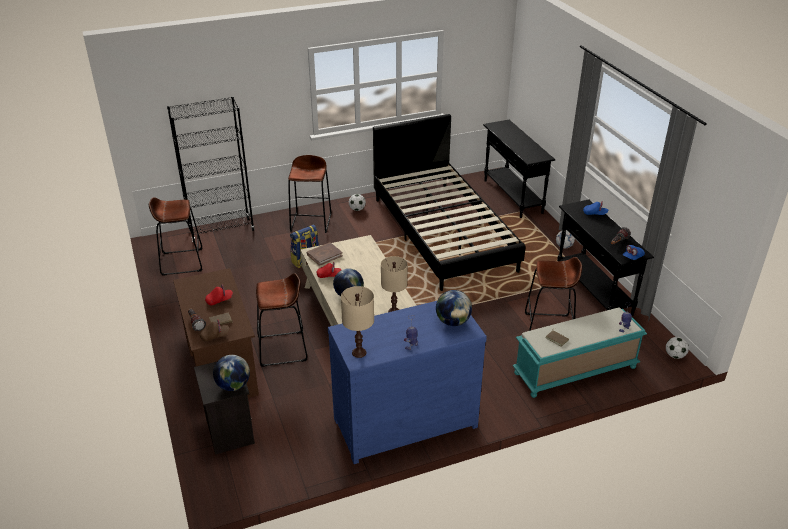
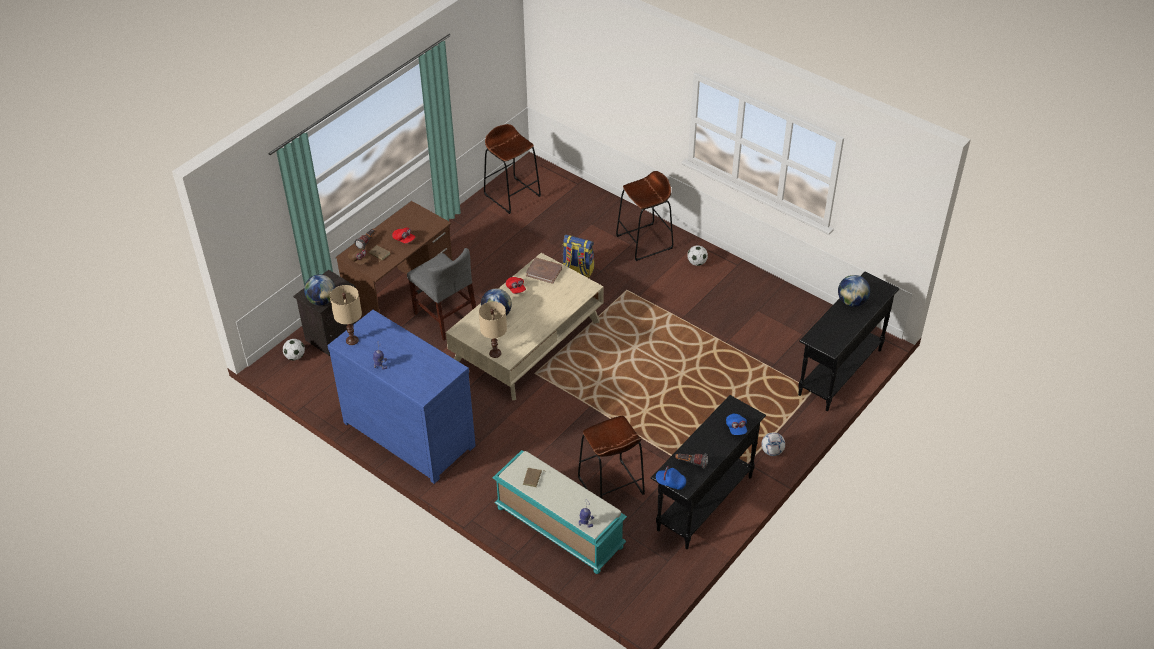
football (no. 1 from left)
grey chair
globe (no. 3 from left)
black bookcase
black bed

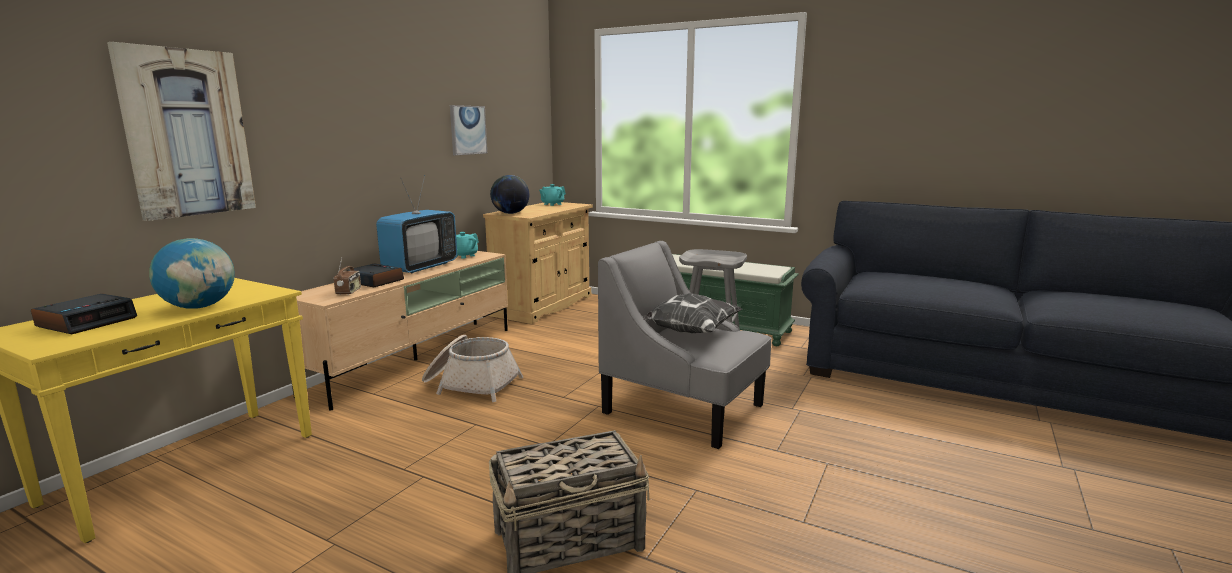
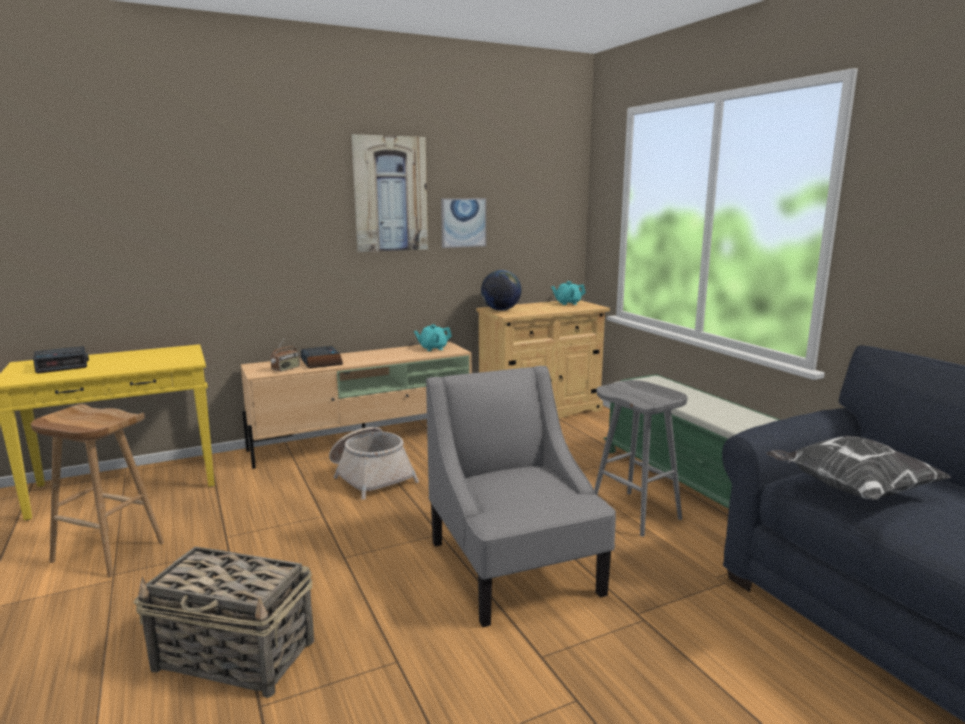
brown stool
picture (no. 1 from left)
pillow
globe (no. 1 from left in the first image)
television

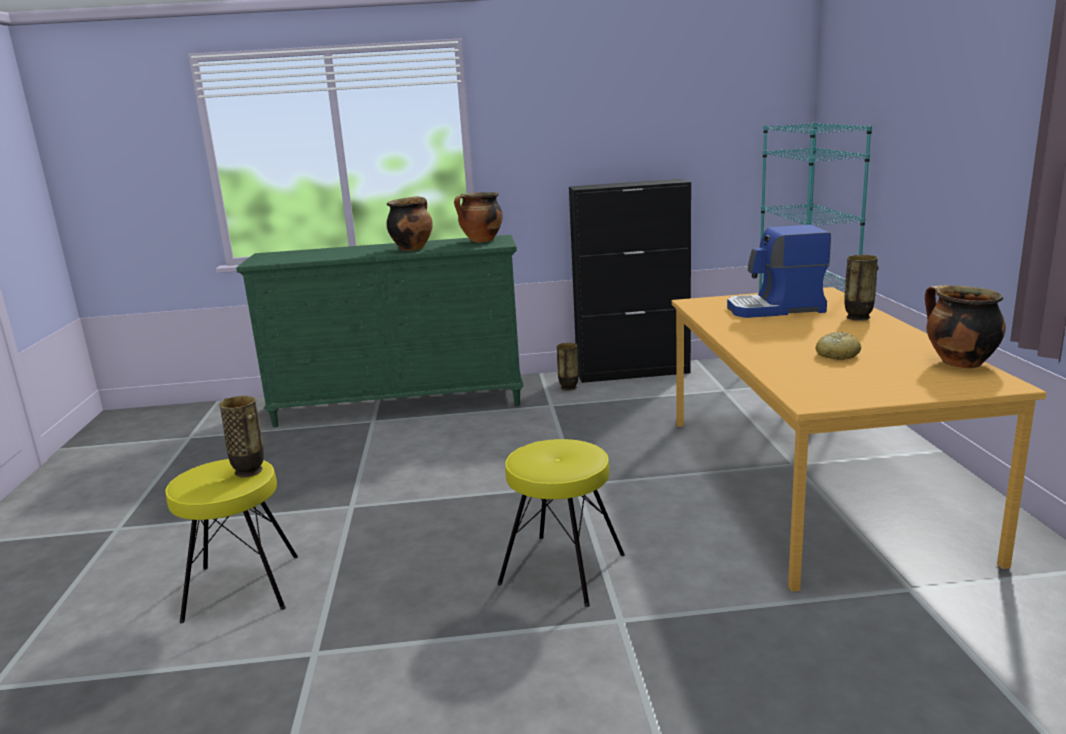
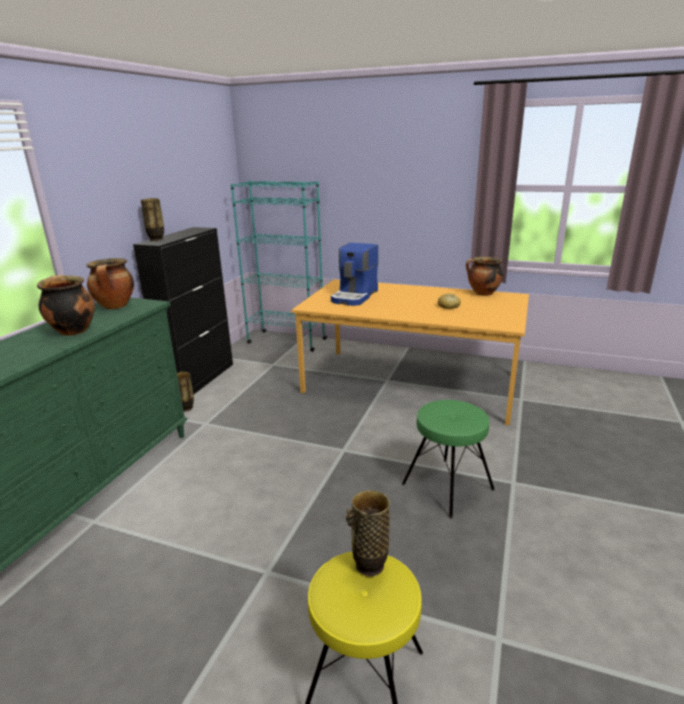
vase (no. 1 from left)
green stool

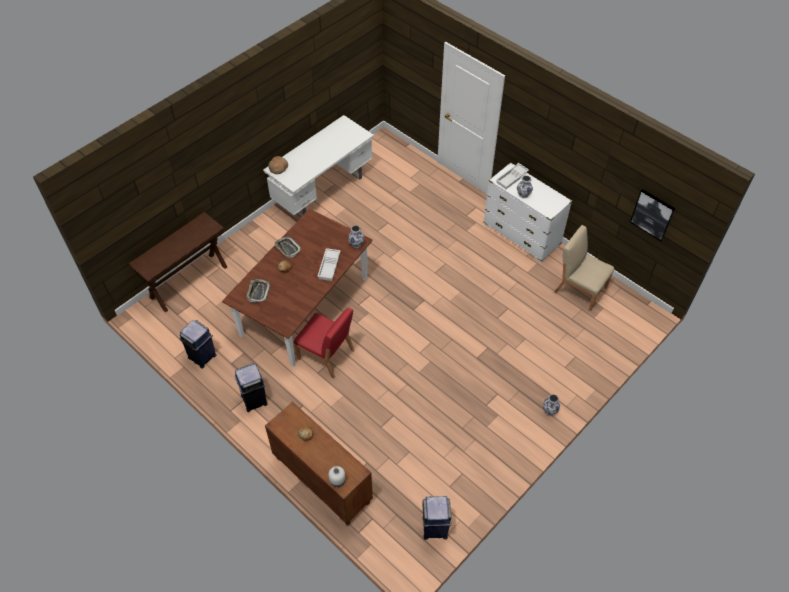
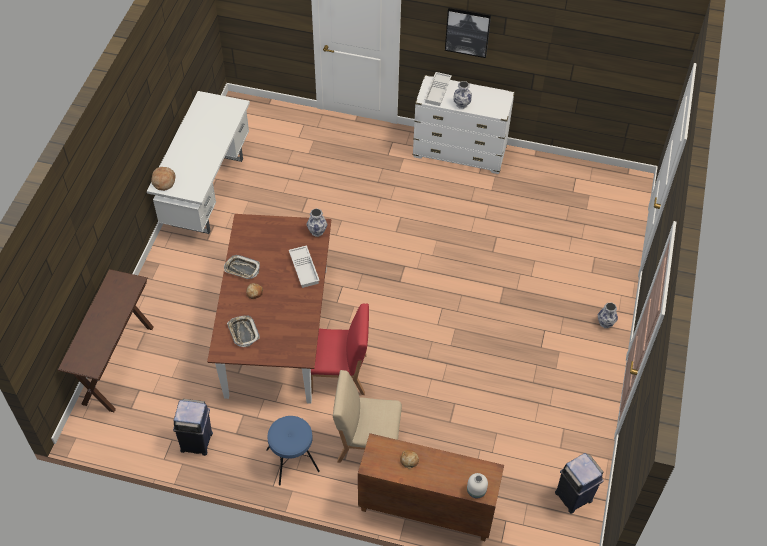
blue stool
beige chair
picture

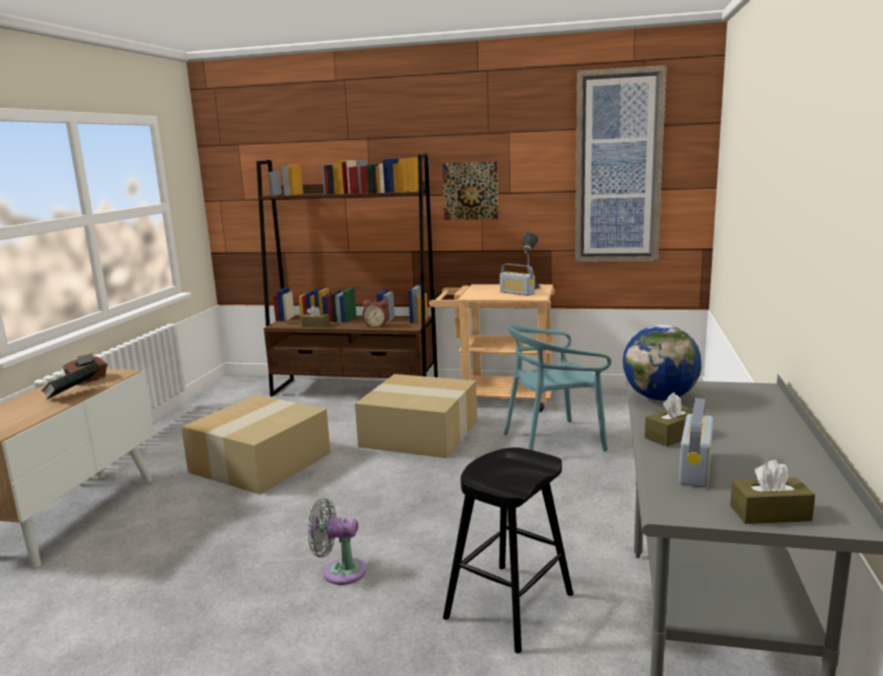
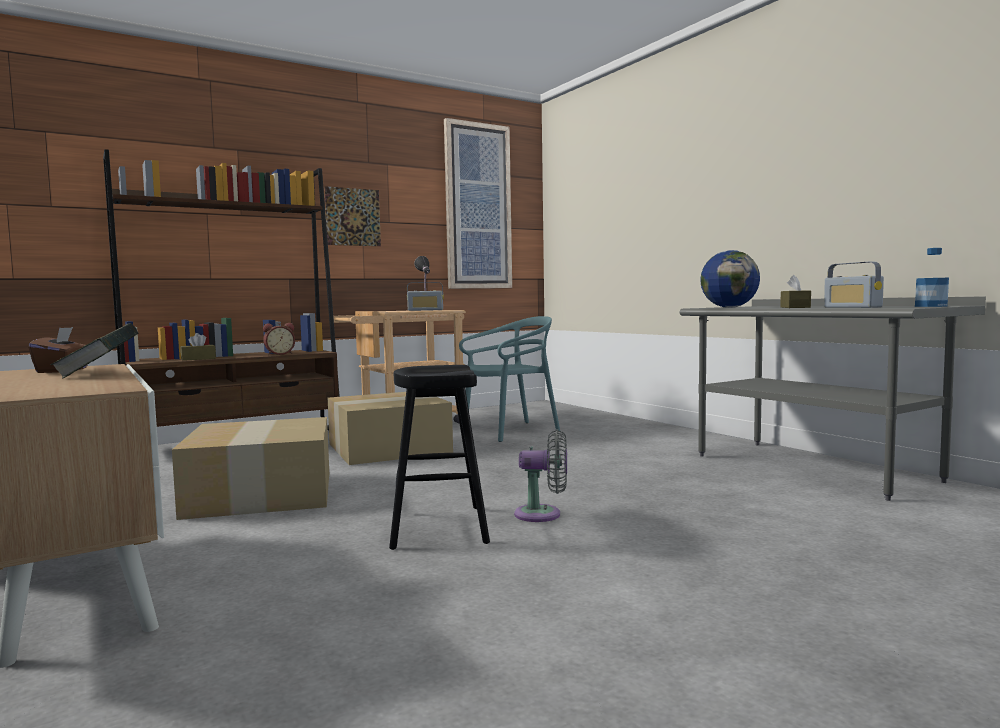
black stool
turquoise chair
grey fan
bottle

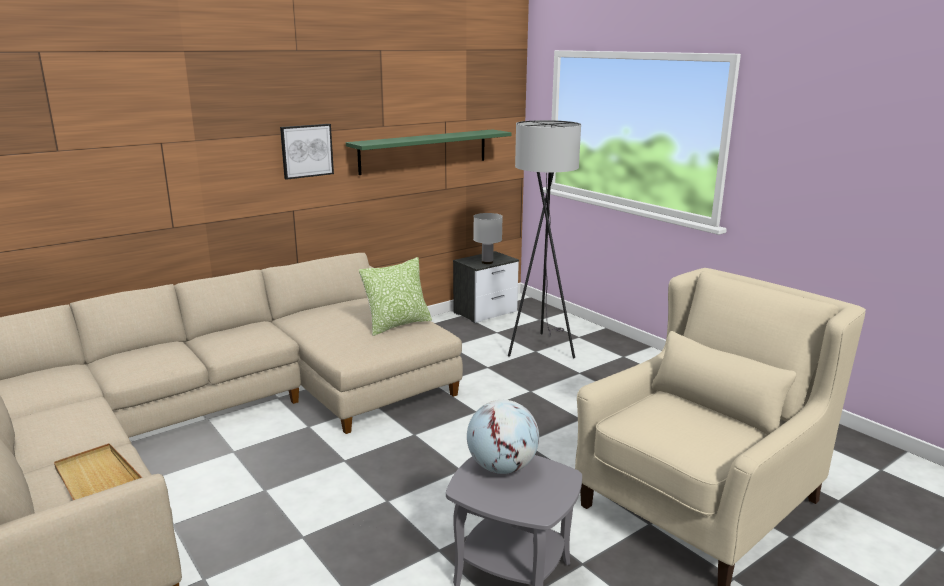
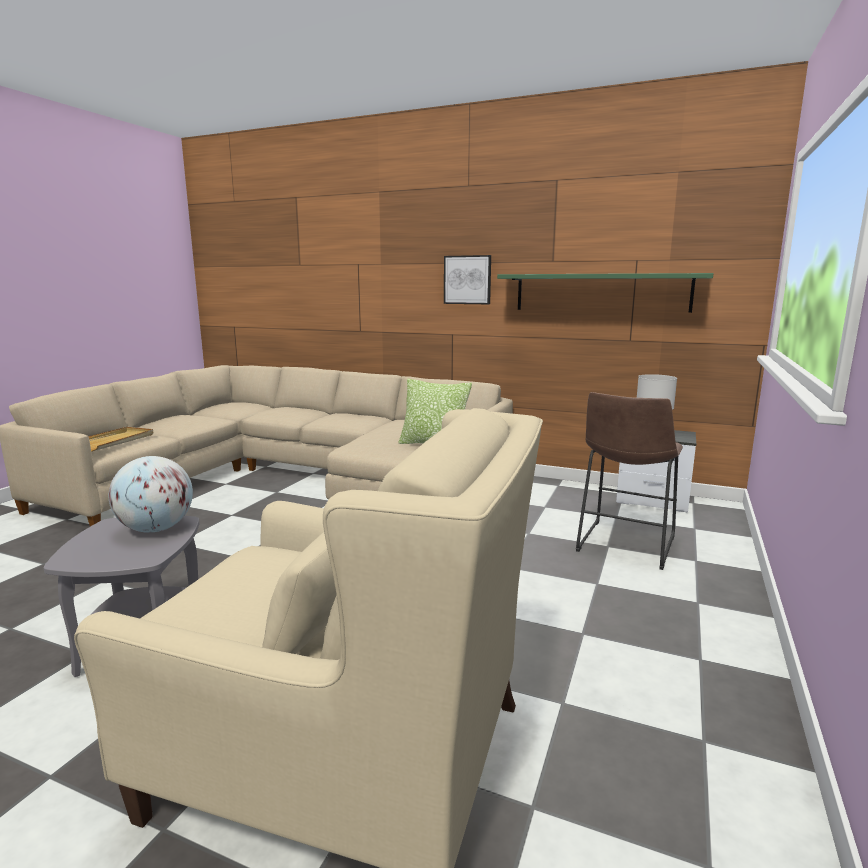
brown stool

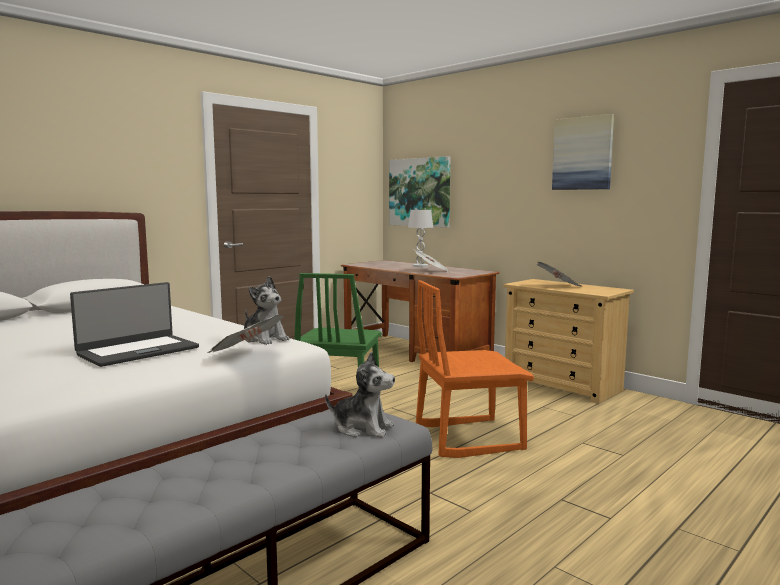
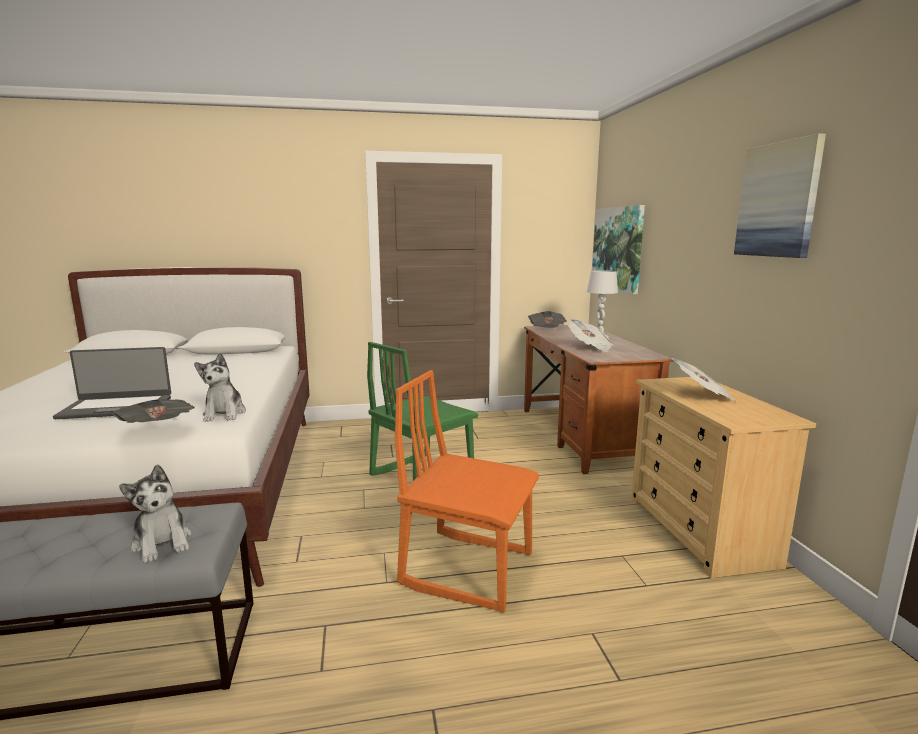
newspaper (no. 2 from left)

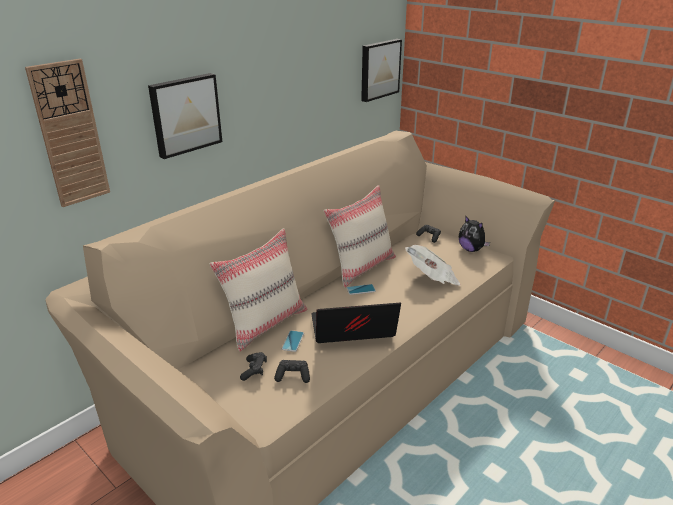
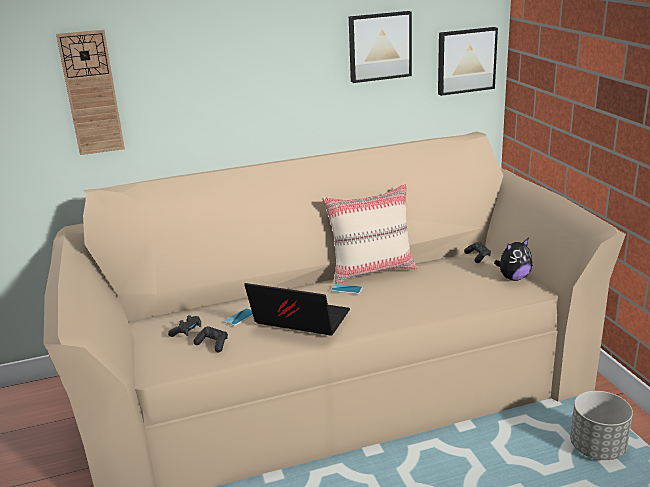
picture (no. 1 from left)
plush toy
grey planter
beige pillow (no. 1 from left in the first image)
newspaper

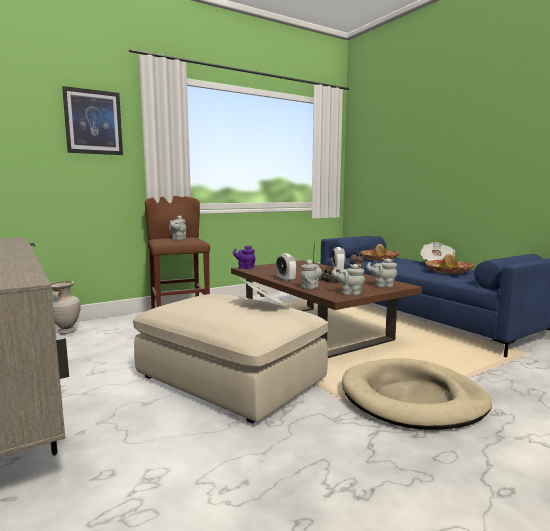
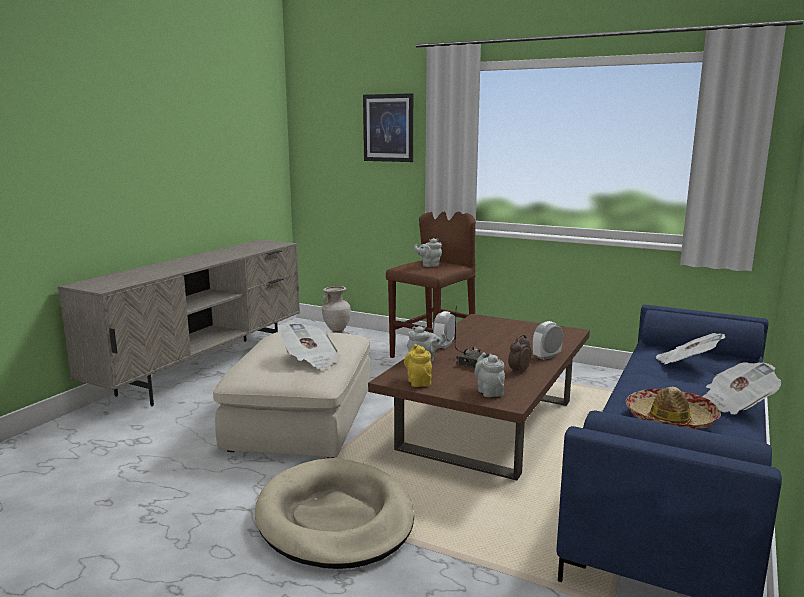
yellow teapot
newspaper (no. 2 from left)
purple teapot

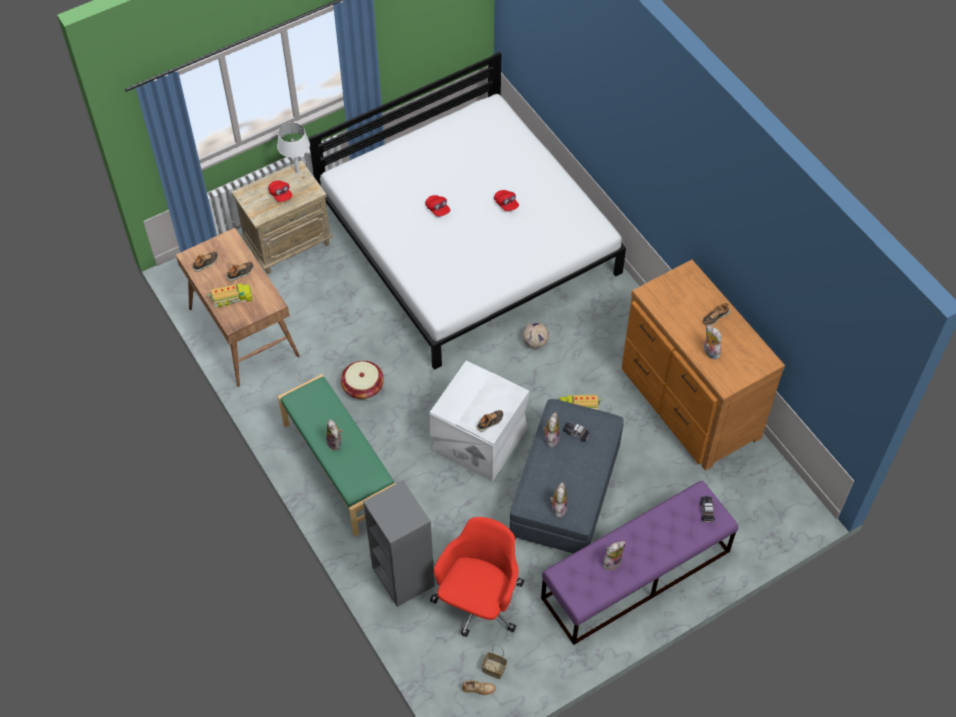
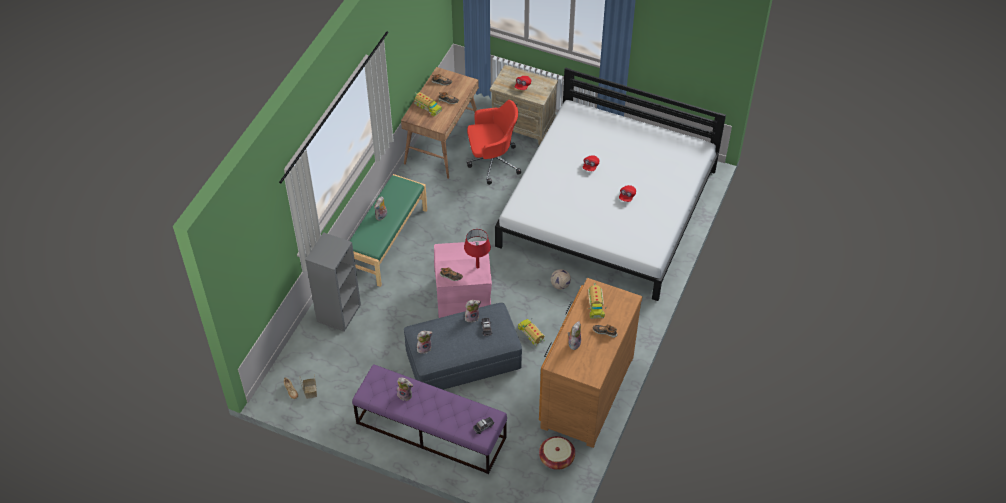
pink storage box
red table lamp
red office chair
basket (no. 2 from left)
toy truck (no. 3 from left)
white table lamp

